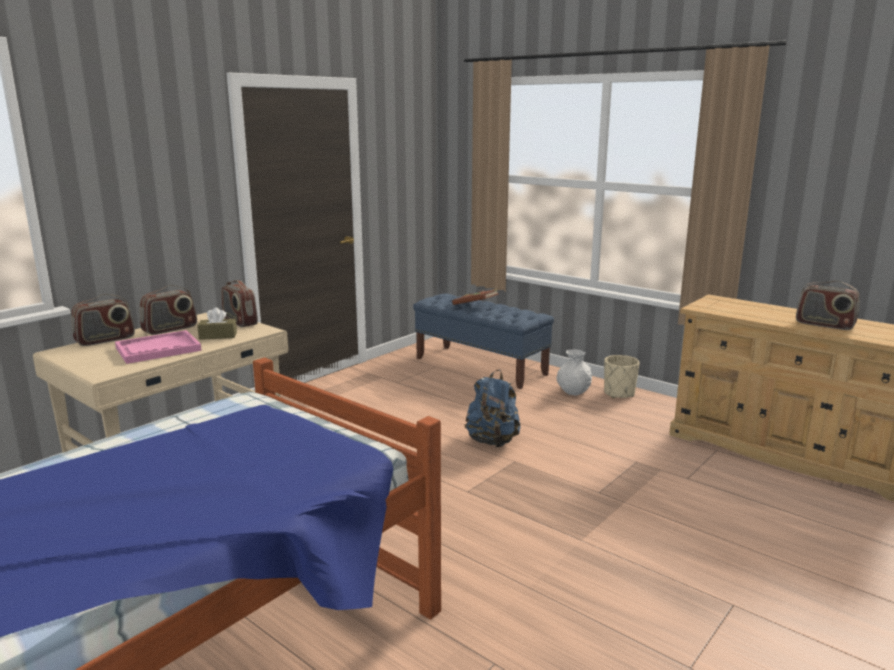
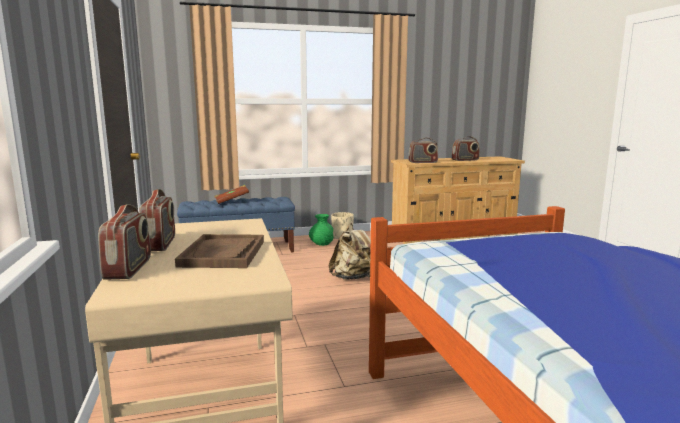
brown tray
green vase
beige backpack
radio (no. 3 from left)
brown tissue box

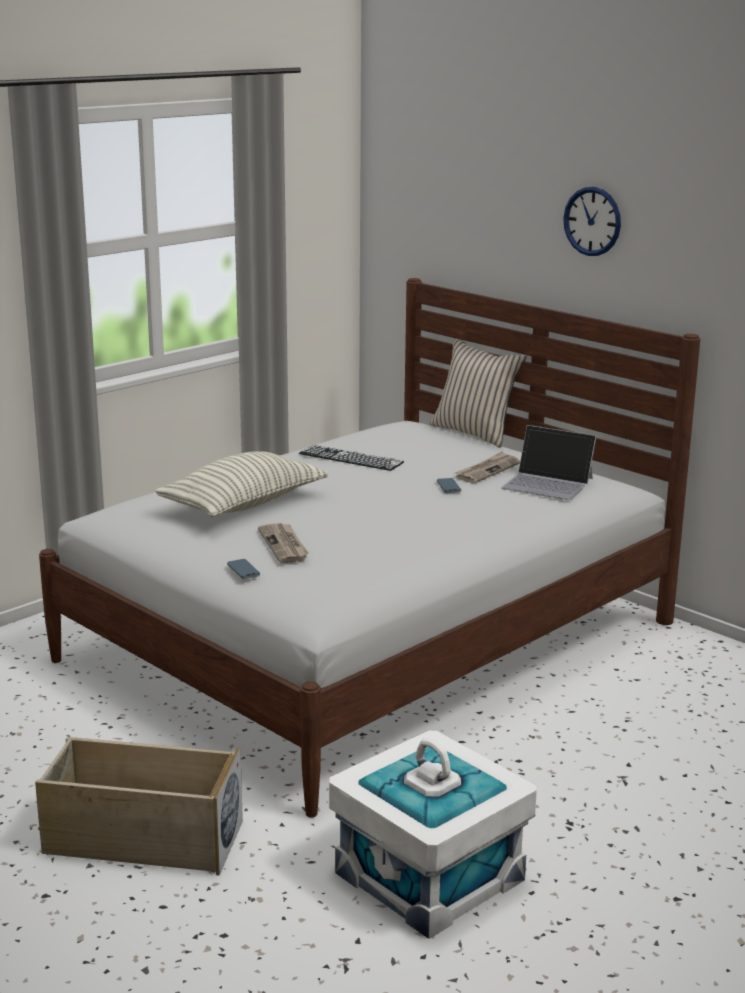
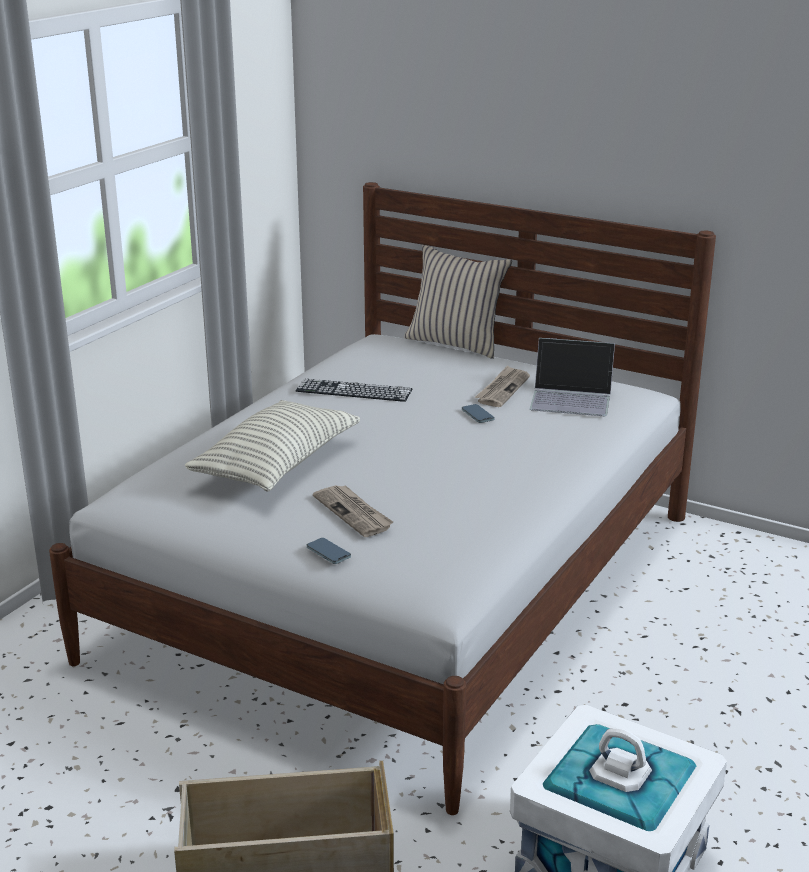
wall clock

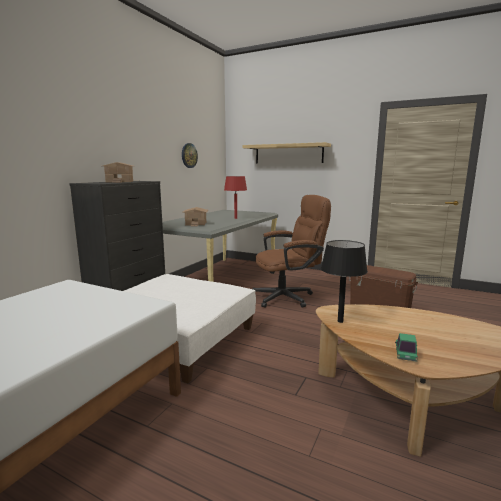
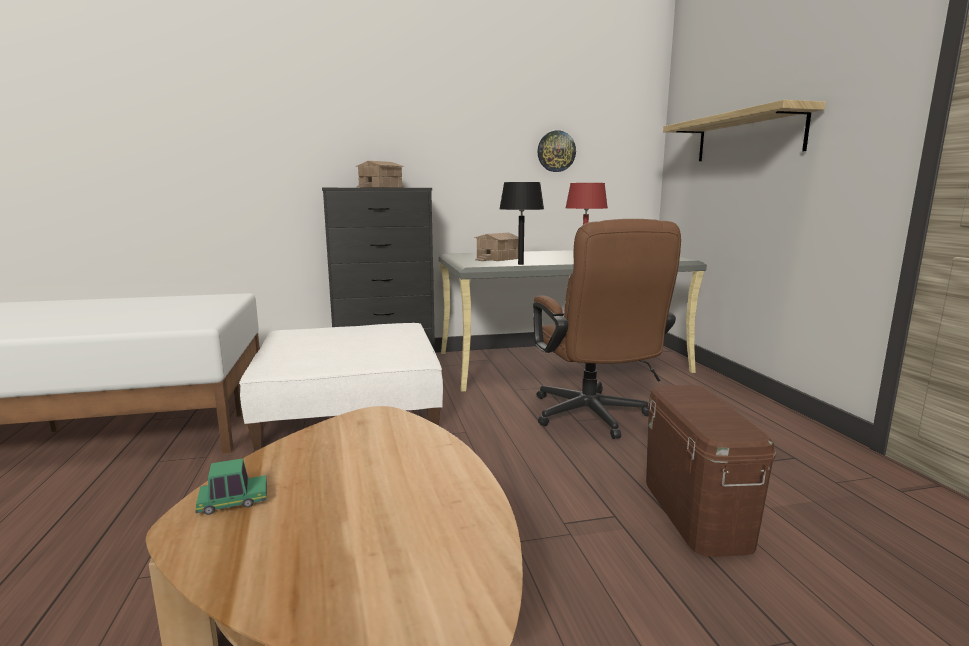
black table lamp
brown office chair

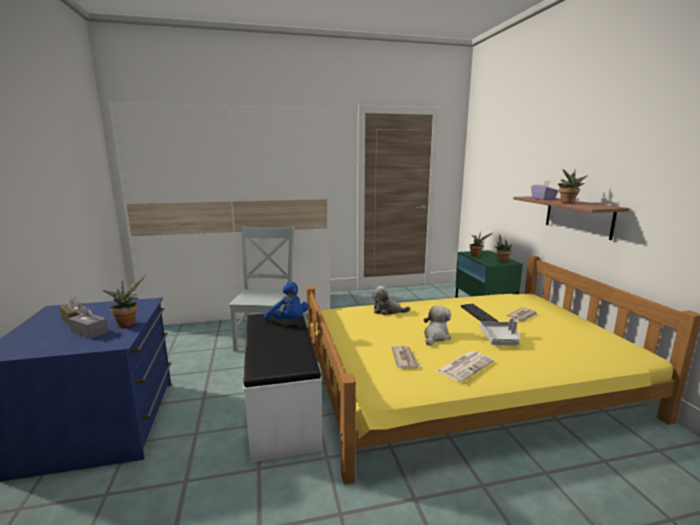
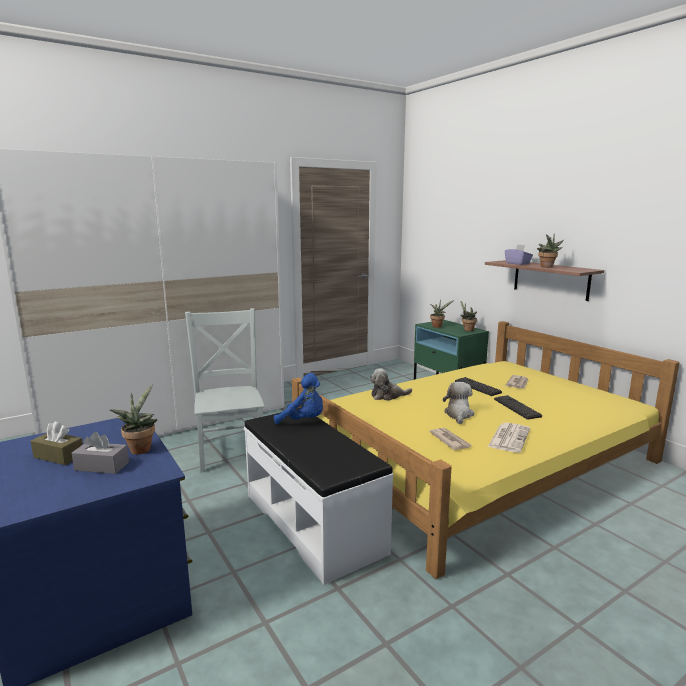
keyboard (no. 2 from left)

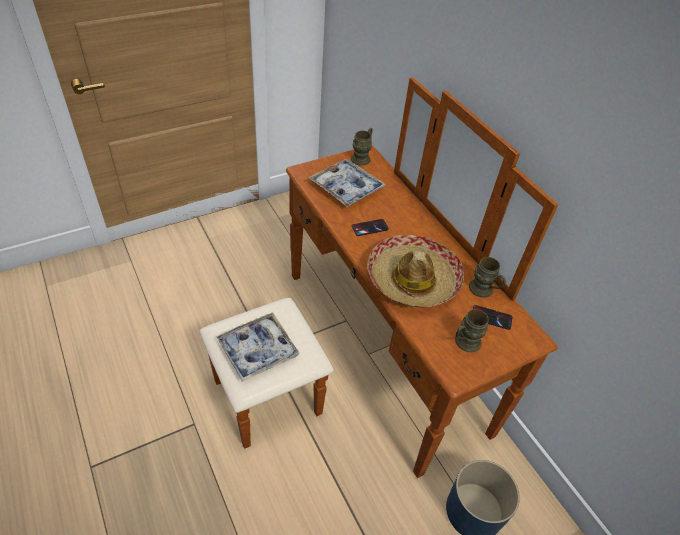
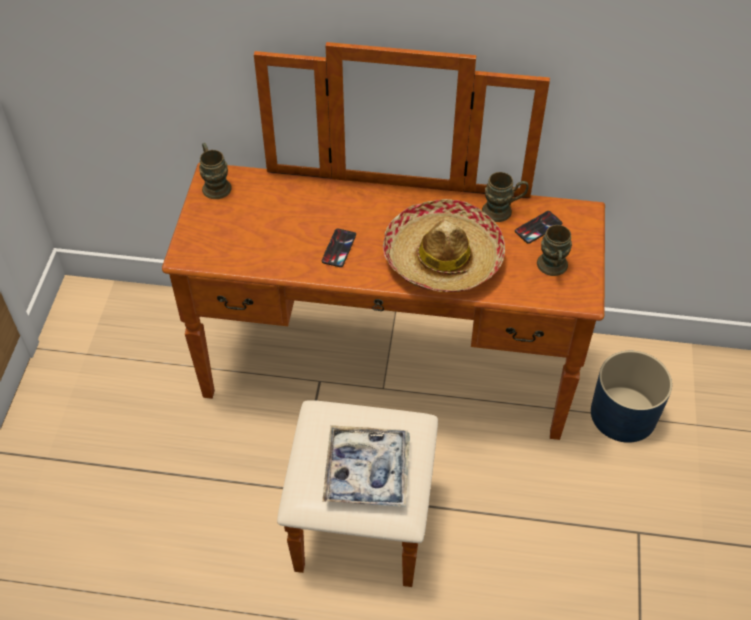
tray (no. 2 from left in the first image)

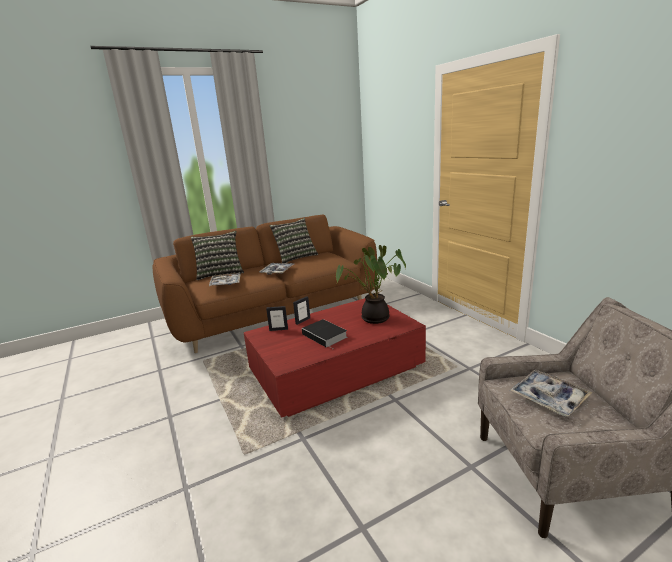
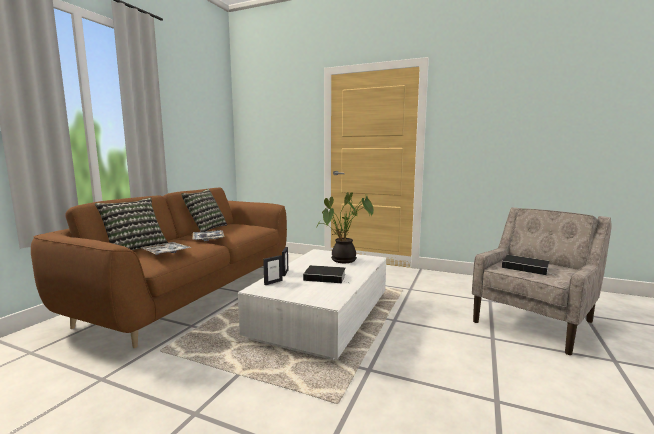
white coffee table
book (no. 2 from left)

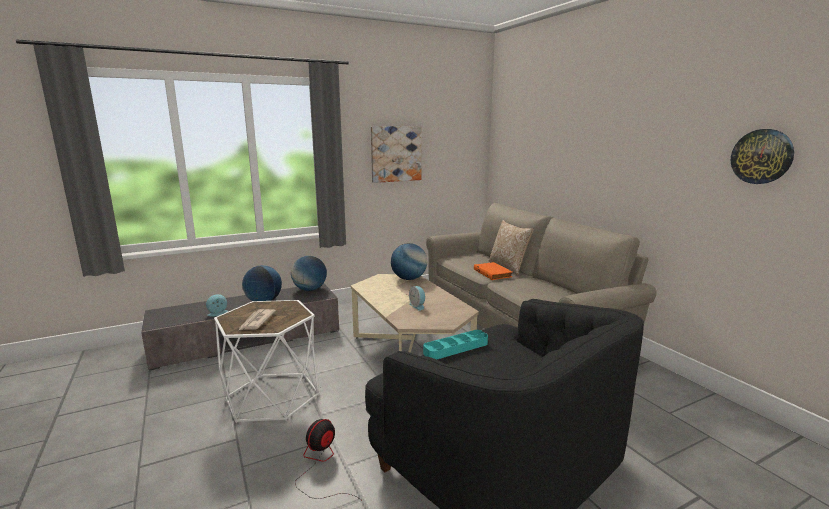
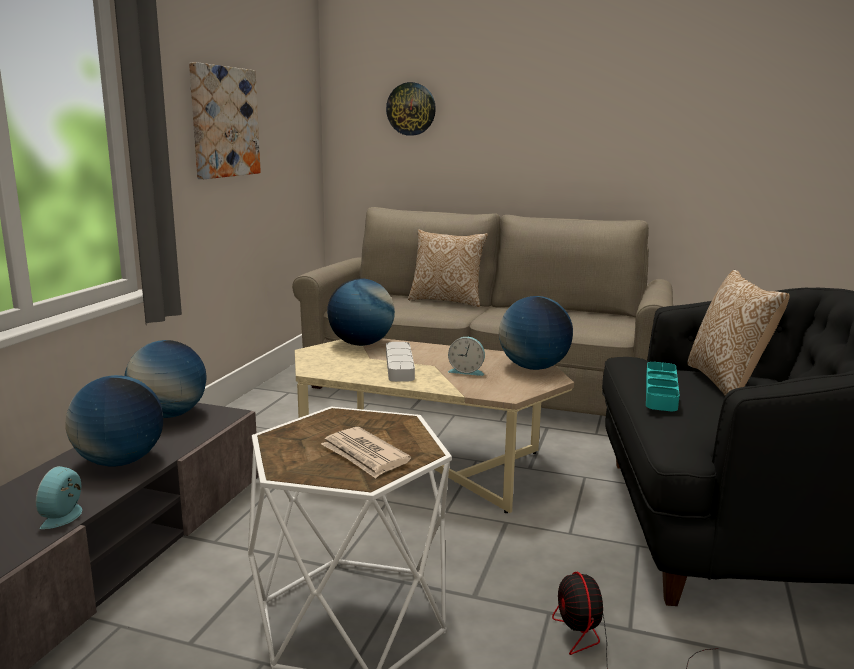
wall clock
grey tray
globe (no. 4 from left)
pillow (no. 2 from left)
orange book

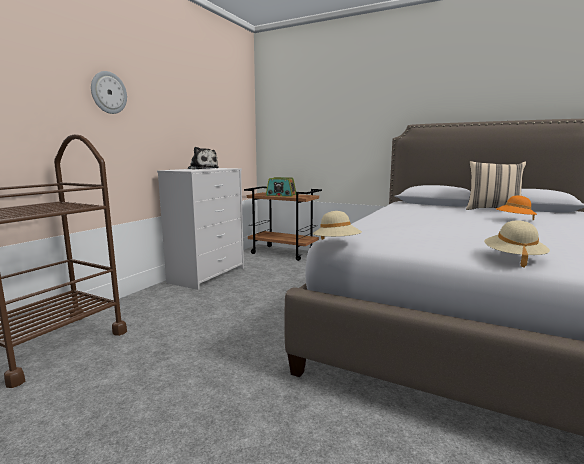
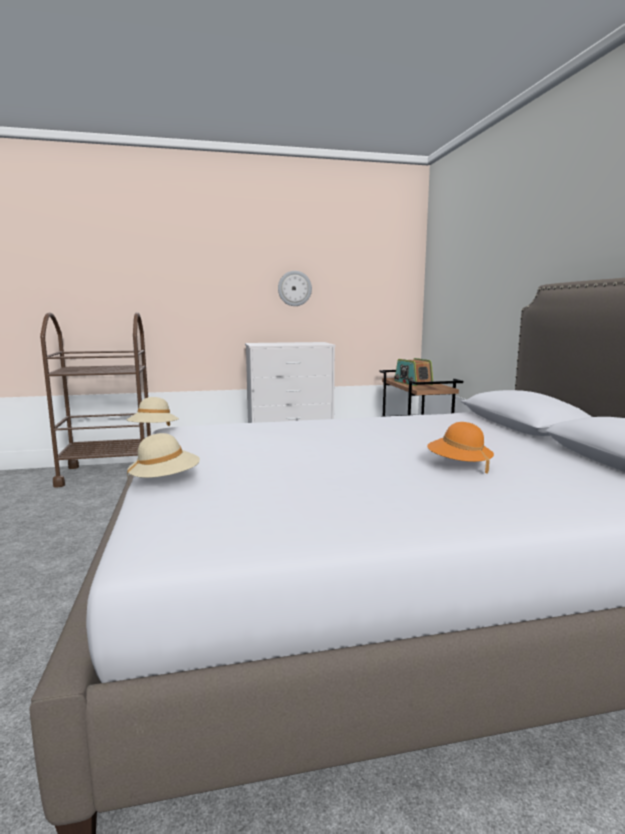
wall clock
plush toy
beige pillow

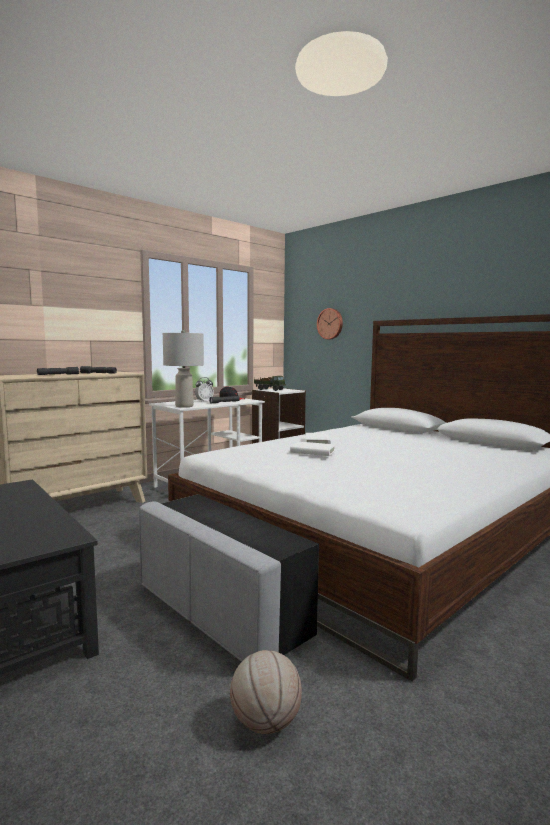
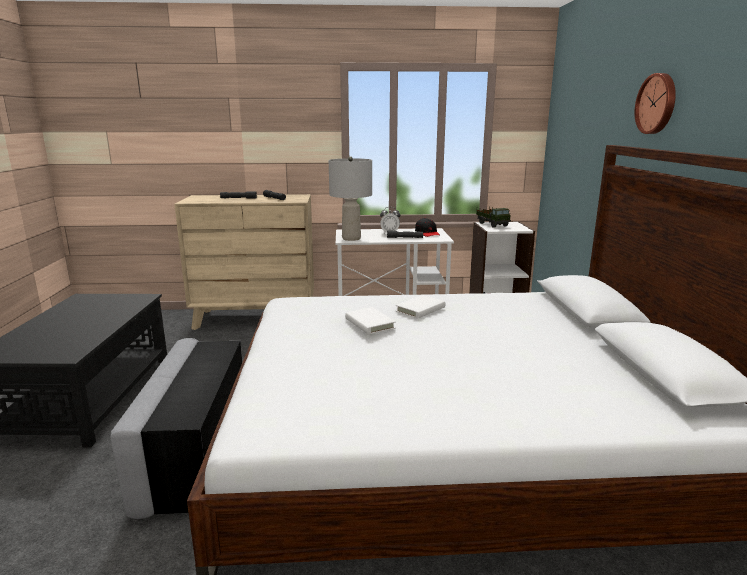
wall clock
basketball

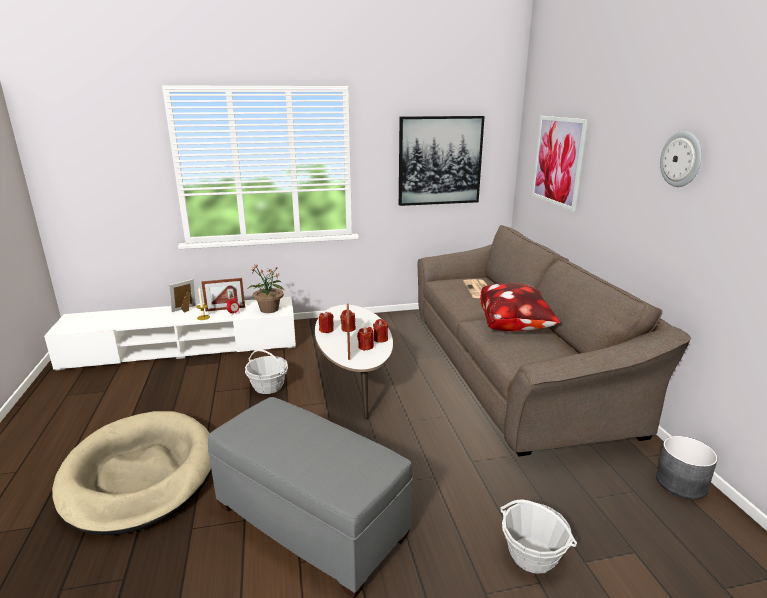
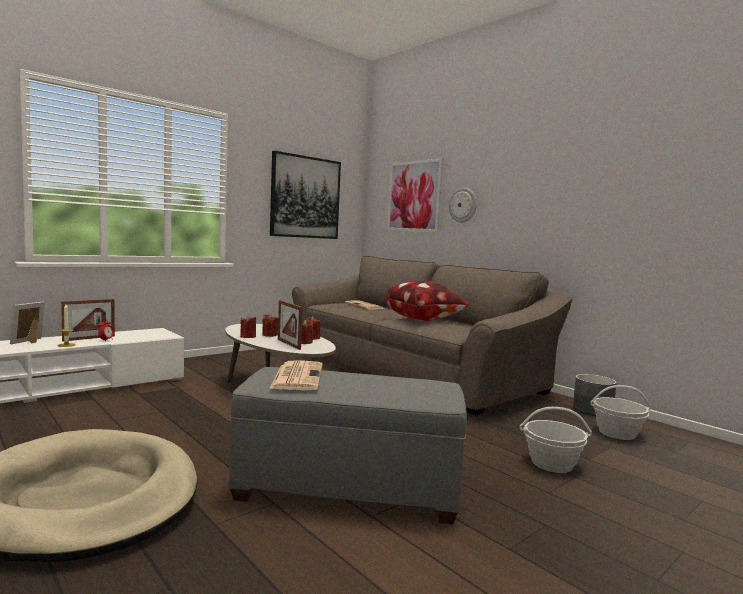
newspaper (no. 1 from left)
wall clock
basket (no. 2 from left)
potted plant

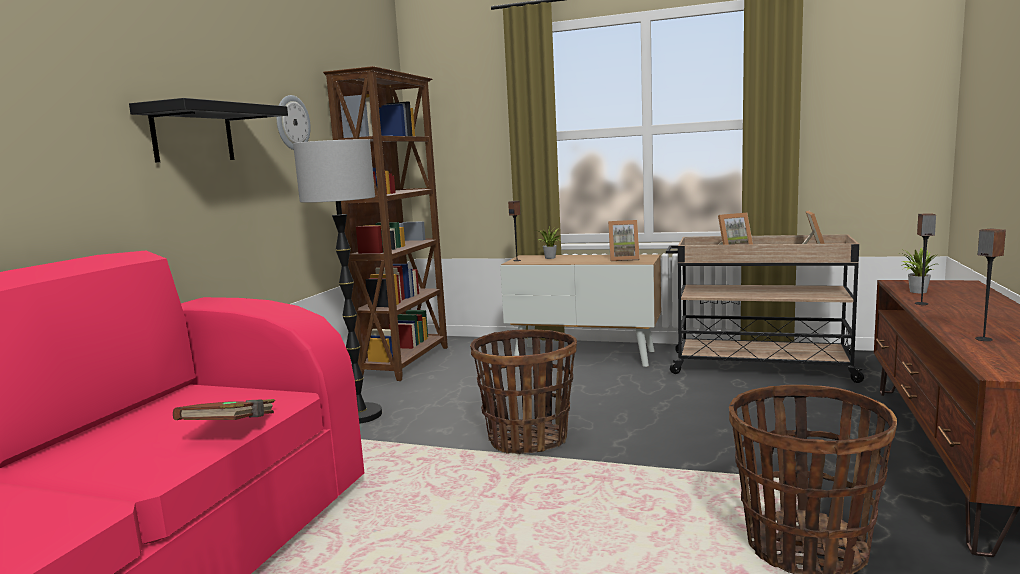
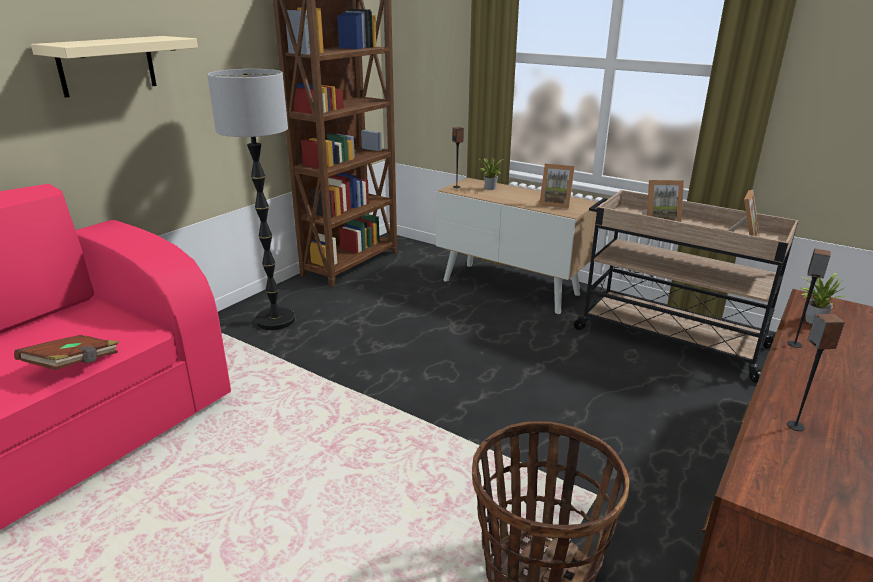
beige shelf
wall clock
basket (no. 1 from left in the first image)

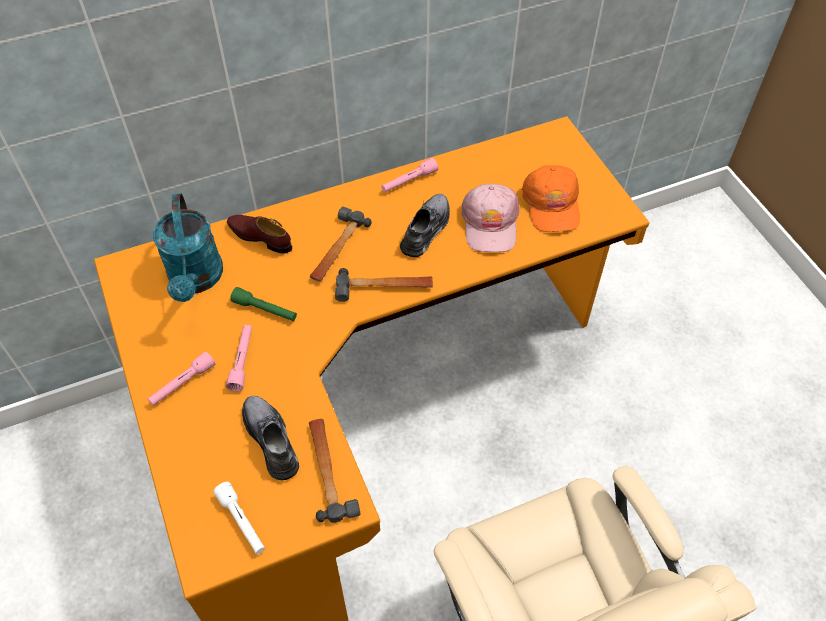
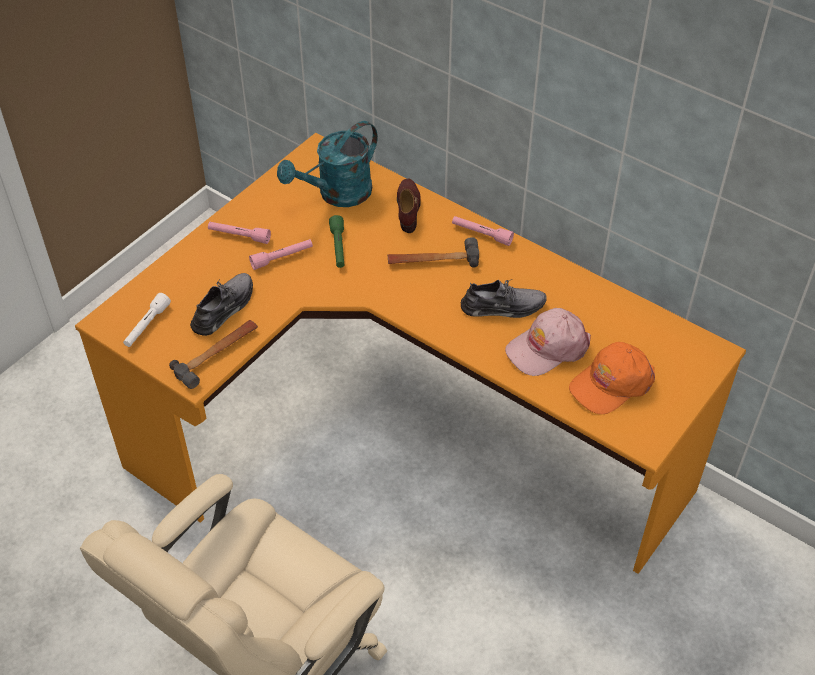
pink flashlight (no. 3 from left)
hammer (no. 3 from left in the first image)

